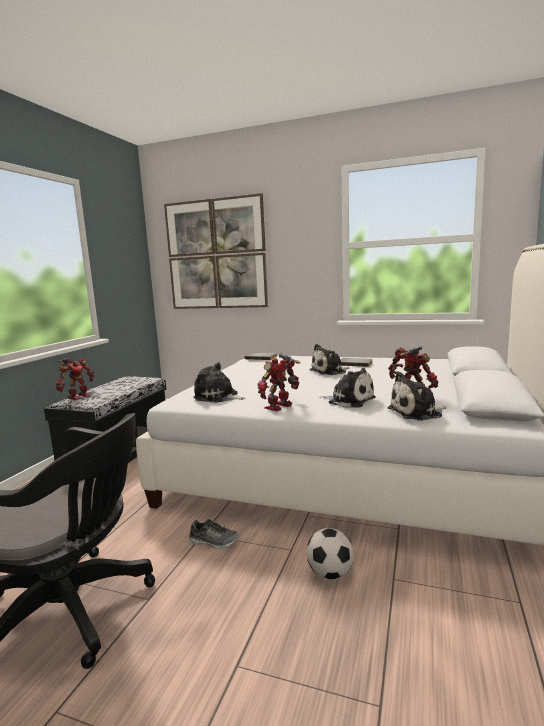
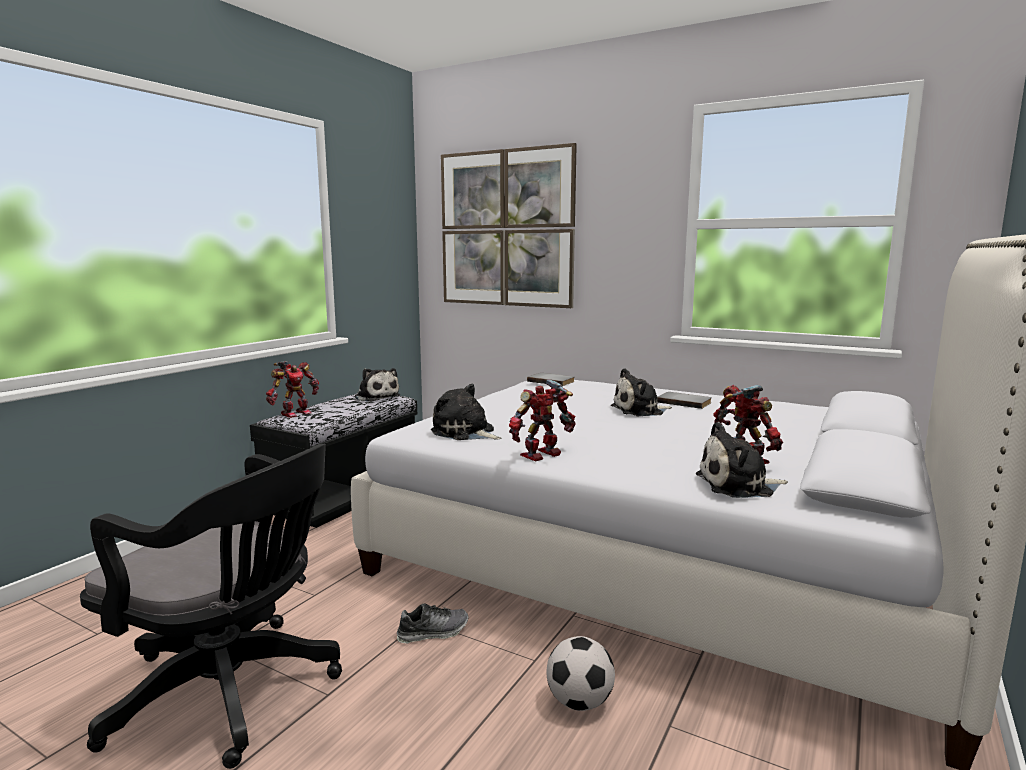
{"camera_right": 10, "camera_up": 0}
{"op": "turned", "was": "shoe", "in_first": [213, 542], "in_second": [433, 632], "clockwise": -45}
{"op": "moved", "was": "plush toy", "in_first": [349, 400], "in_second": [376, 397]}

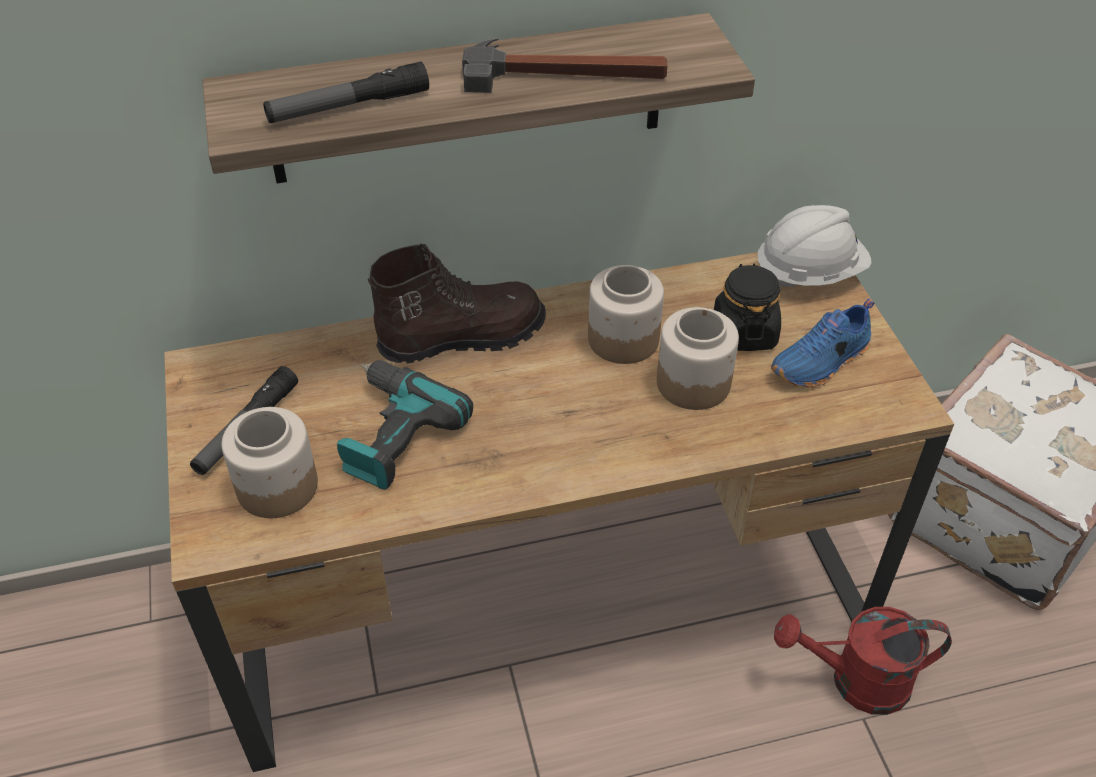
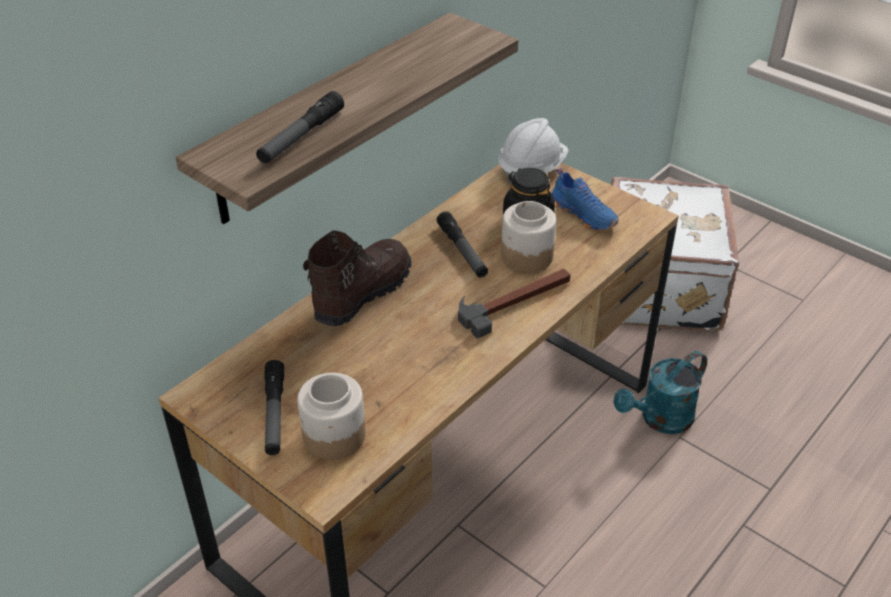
{"camera_right": -35, "camera_up": -5}
{"op": "removed", "was": "power drill", "in_first": [391, 434]}
{"op": "moved", "was": "hammer", "in_first": [564, 74], "in_second": [515, 301]}
{"op": "replaced", "was": "jar", "now": "flashlight", "in_first": [622, 339], "in_second": [462, 251]}
{"op": "turned", "was": "shoe (blue)", "in_first": [821, 363], "in_second": [584, 214], "clockwise": -60}
{"op": "recoloured", "was": "watering can (red)", "now": "watering can (turquoise)", "in_first": [856, 681], "in_second": [660, 419]}

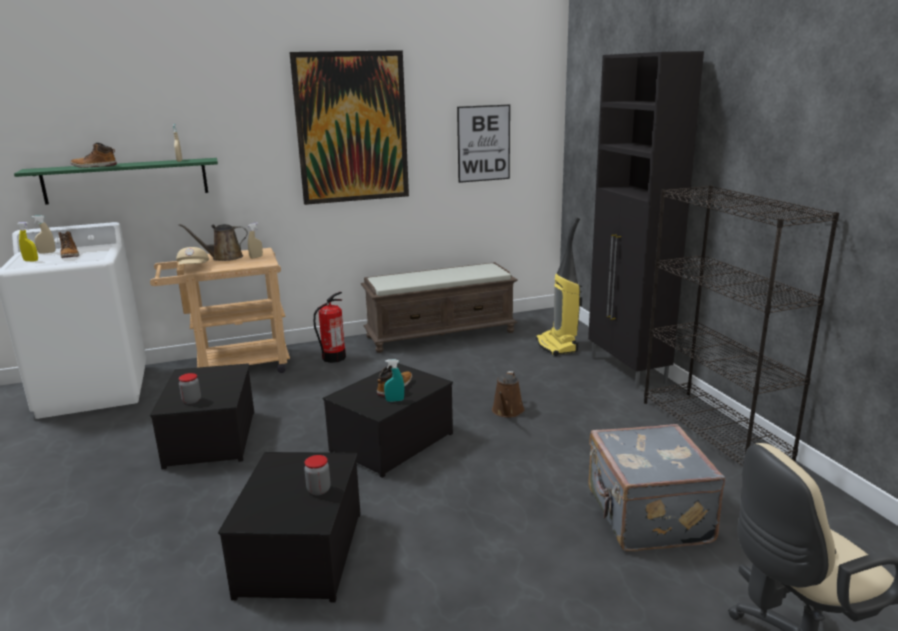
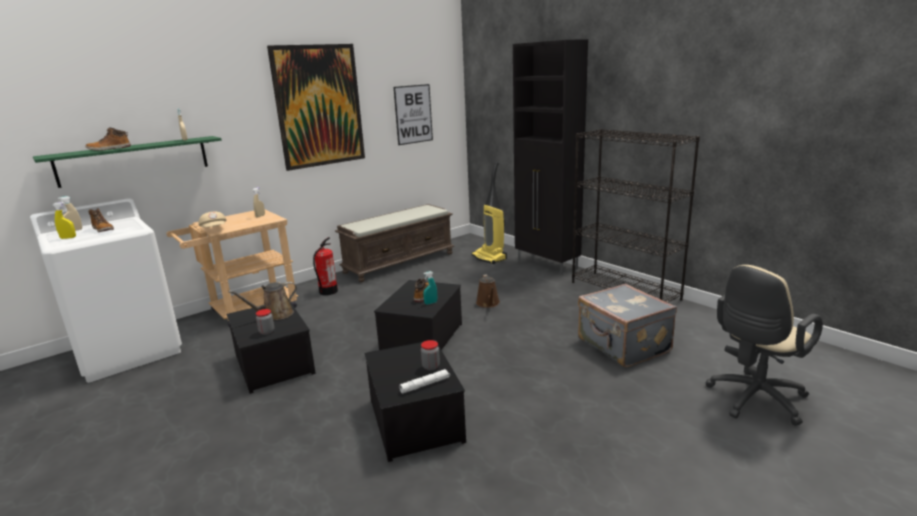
{"camera_right": -20, "camera_up": 0}
{"op": "moved", "was": "watering can (brown)", "in_first": [224, 258], "in_second": [275, 315]}
{"op": "added", "now": "flashlight (white)", "in_second": [425, 385]}

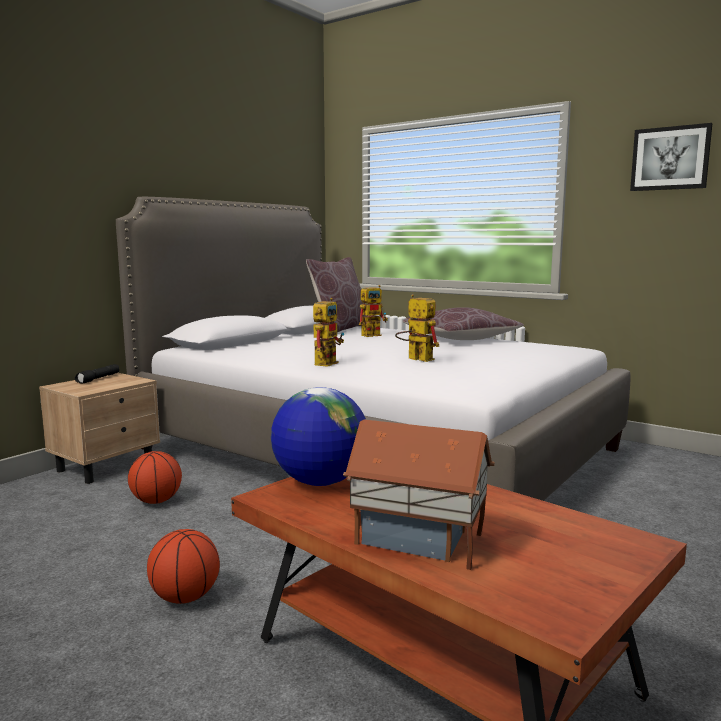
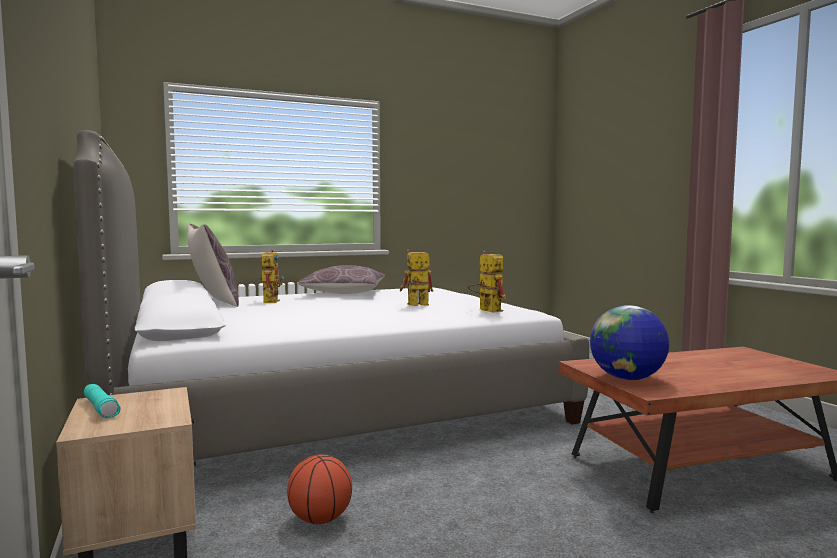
{"camera_right": -60, "camera_up": -5}
{"op": "recoloured", "was": "flashlight (black)", "now": "flashlight (turquoise)", "in_first": [98, 379], "in_second": [101, 408]}
{"op": "removed", "was": "basketball", "in_first": [185, 598]}
{"op": "moved", "was": "toy robot", "in_first": [327, 362], "in_second": [486, 310]}
{"op": "removed", "was": "toy house", "in_first": [419, 542]}
{"op": "removed", "was": "picture", "in_first": [670, 158]}

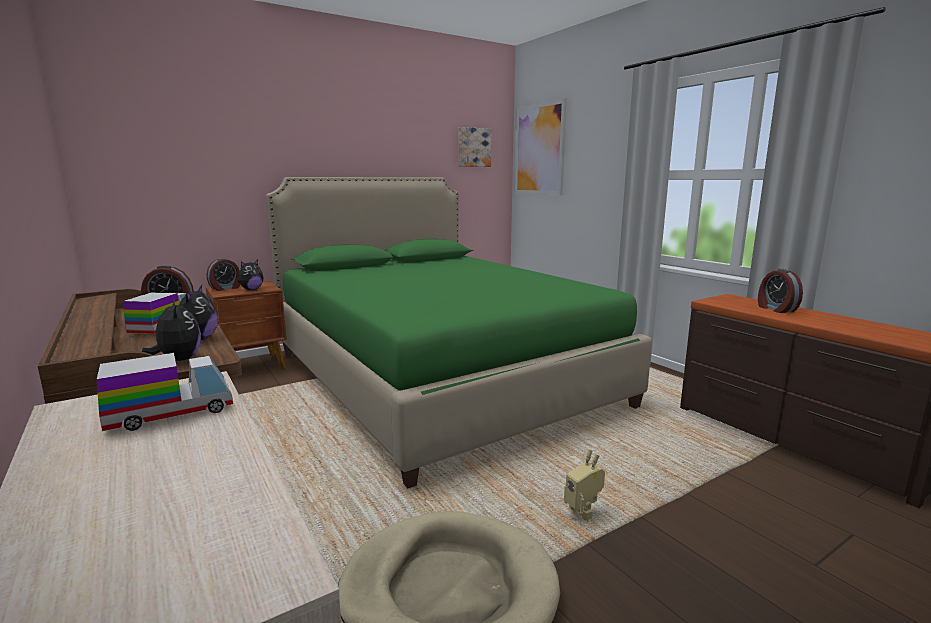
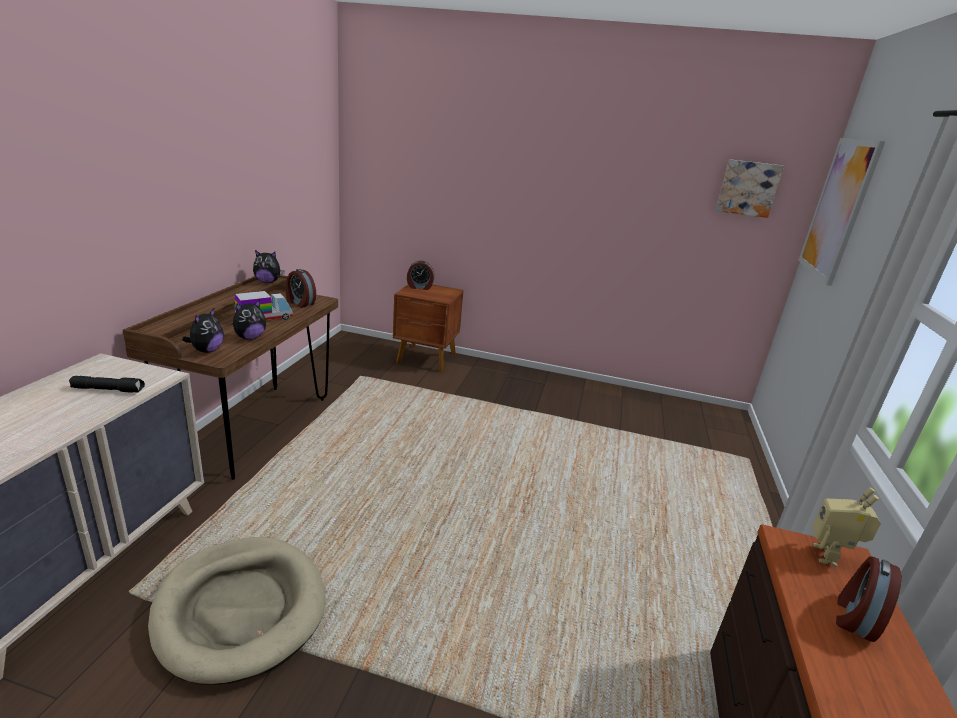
{"camera_right": 45, "camera_up": 10}
{"op": "replaced", "was": "toy truck", "now": "flashlight (black)", "in_first": [171, 413], "in_second": [109, 389]}
{"op": "moved", "was": "plush toy", "in_first": [251, 289], "in_second": [268, 282]}
{"op": "removed", "was": "bed (green)", "in_first": [438, 377]}
{"op": "moved", "was": "toy robot", "in_first": [583, 515], "in_second": [830, 556]}

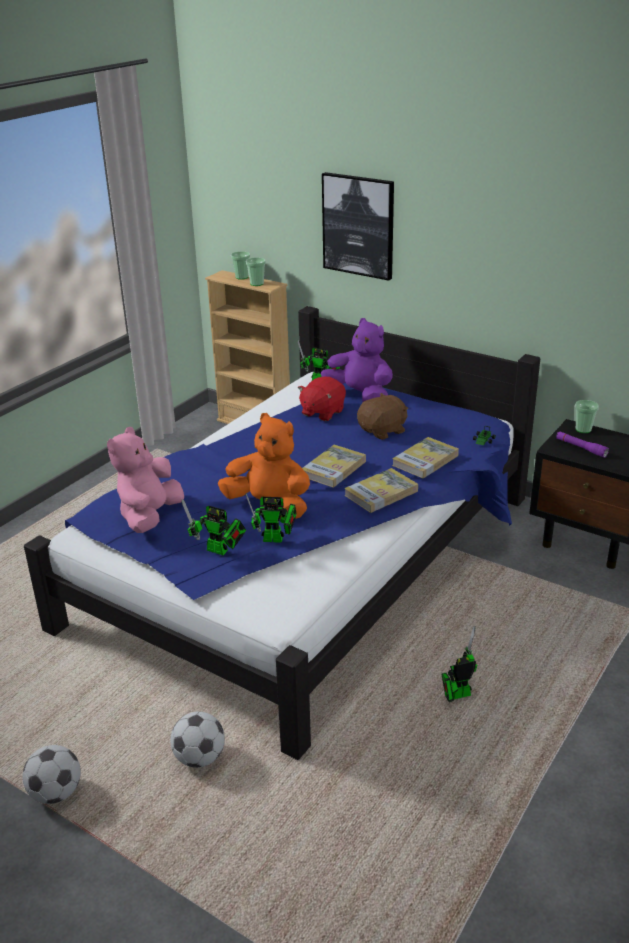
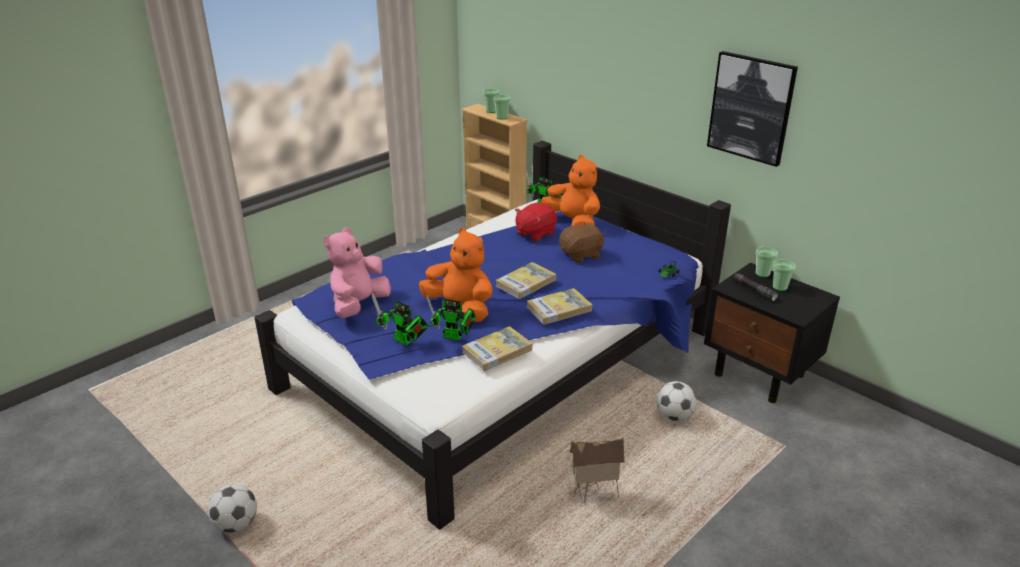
{"camera_right": 10, "camera_up": 0}
{"op": "moved", "was": "football", "in_first": [199, 758], "in_second": [674, 416]}
{"op": "recoloured", "was": "plush toy (purple)", "now": "plush toy (orange)", "in_first": [360, 396], "in_second": [573, 223]}
{"op": "moved", "was": "picture", "in_first": [358, 225], "in_second": [751, 108]}
{"op": "moved", "was": "book", "in_first": [425, 460], "in_second": [497, 351]}
{"op": "replaced", "was": "toy robot", "now": "toy house", "in_first": [457, 696], "in_second": [594, 496]}
{"op": "recoloured", "was": "flashlight (purple)", "now": "flashlight (black)", "in_first": [581, 448], "in_second": [754, 290]}
{"op": "added", "now": "cup", "in_second": [779, 287]}

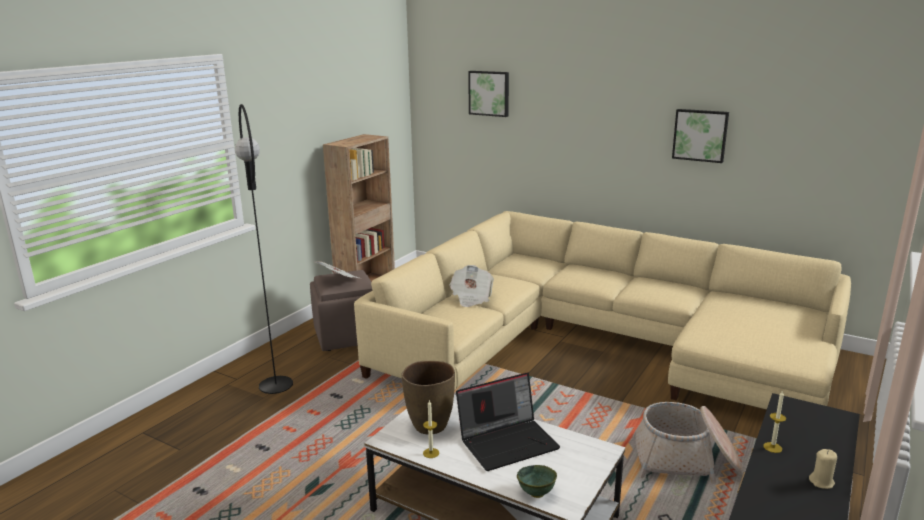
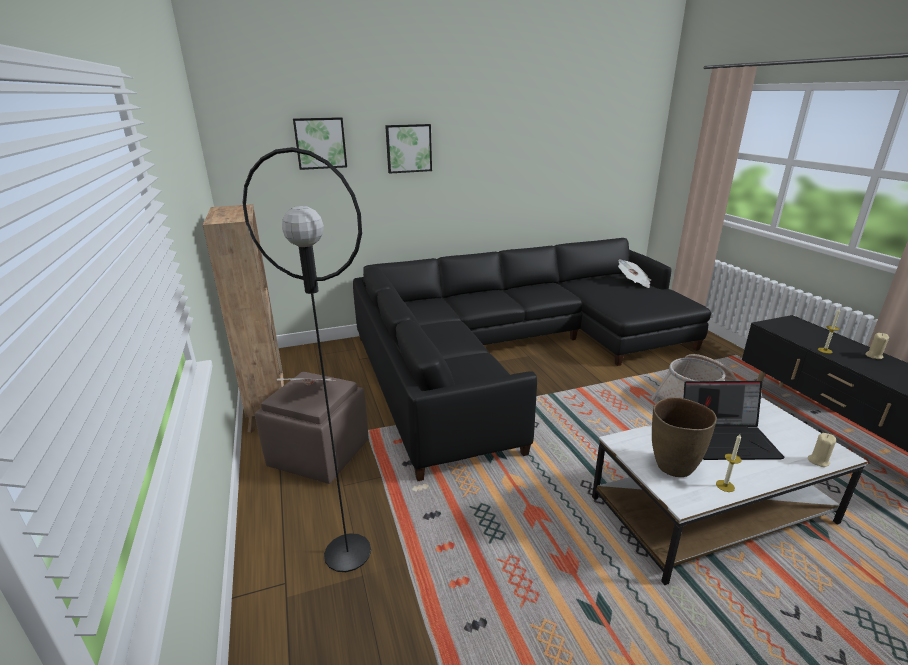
{"camera_right": -50, "camera_up": 5}
{"op": "recoloured", "was": "sofa (beige)", "now": "sofa (black)", "in_first": [598, 343], "in_second": [514, 352]}
{"op": "moved", "was": "newspaper", "in_first": [471, 298], "in_second": [633, 282]}
{"op": "turned", "was": "laptop", "in_first": [508, 442], "in_second": [727, 439], "clockwise": 75}
{"op": "replaced", "was": "bowl (green)", "now": "candle (beige)", "in_first": [535, 493], "in_second": [818, 461]}
{"op": "moved", "was": "picture", "in_first": [700, 135], "in_second": [408, 148]}

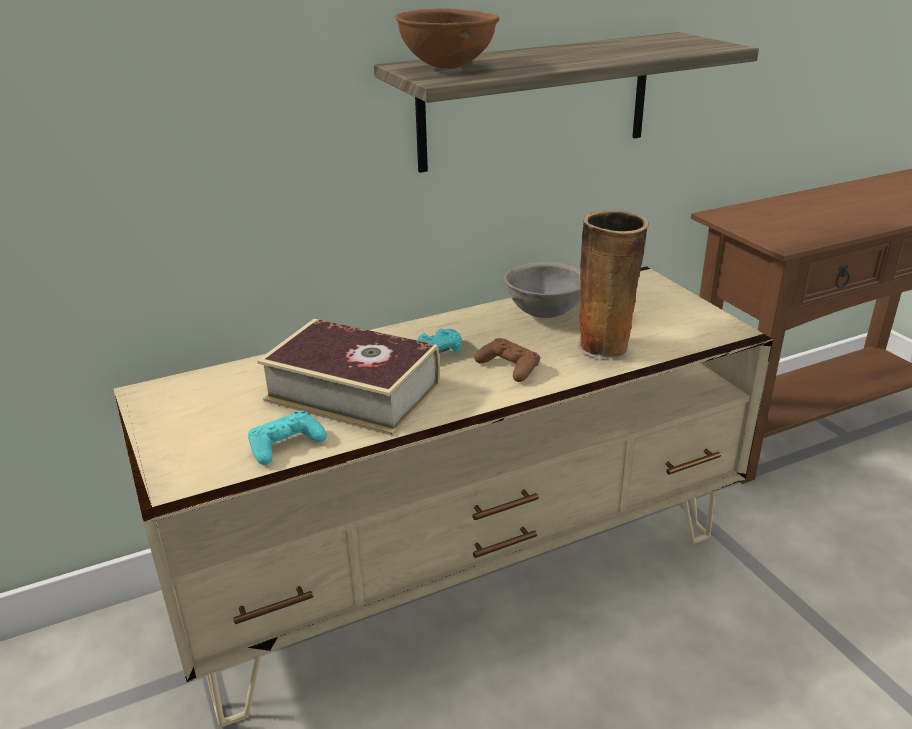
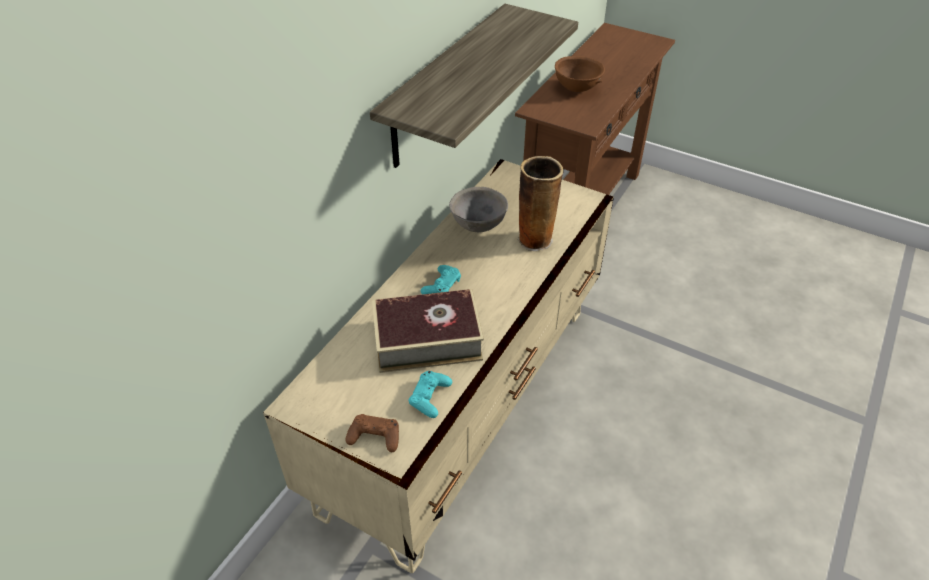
{"camera_right": -35, "camera_up": 15}
{"op": "moved", "was": "bowl (brown)", "in_first": [449, 67], "in_second": [577, 88]}
{"op": "moved", "was": "game controller (brown)", "in_first": [509, 366], "in_second": [375, 436]}

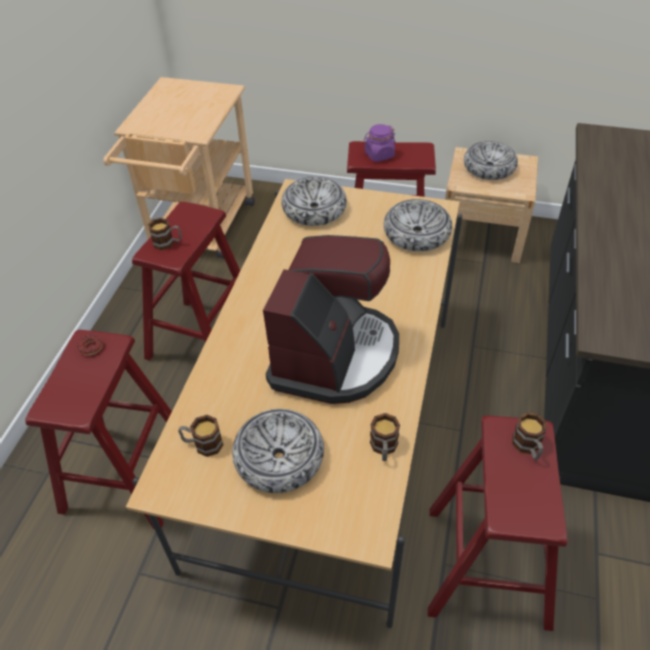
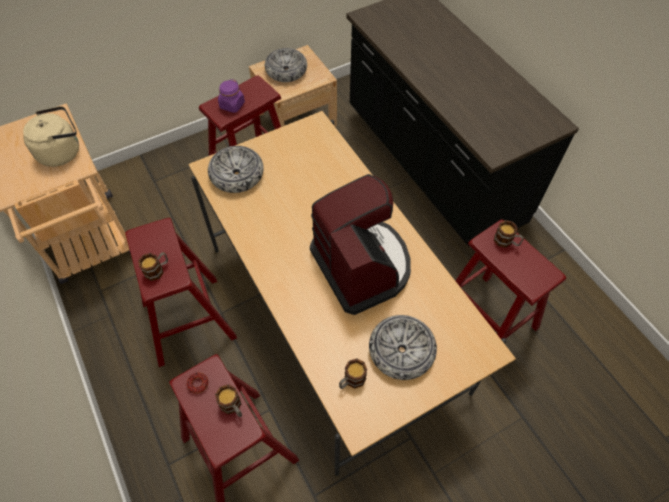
{"camera_right": -45, "camera_up": 10}
{"op": "moved", "was": "mug", "in_first": [384, 448], "in_second": [233, 407]}
{"op": "removed", "was": "bowl", "in_first": [416, 233]}
{"op": "added", "now": "kettle (beige)", "in_second": [62, 151]}

